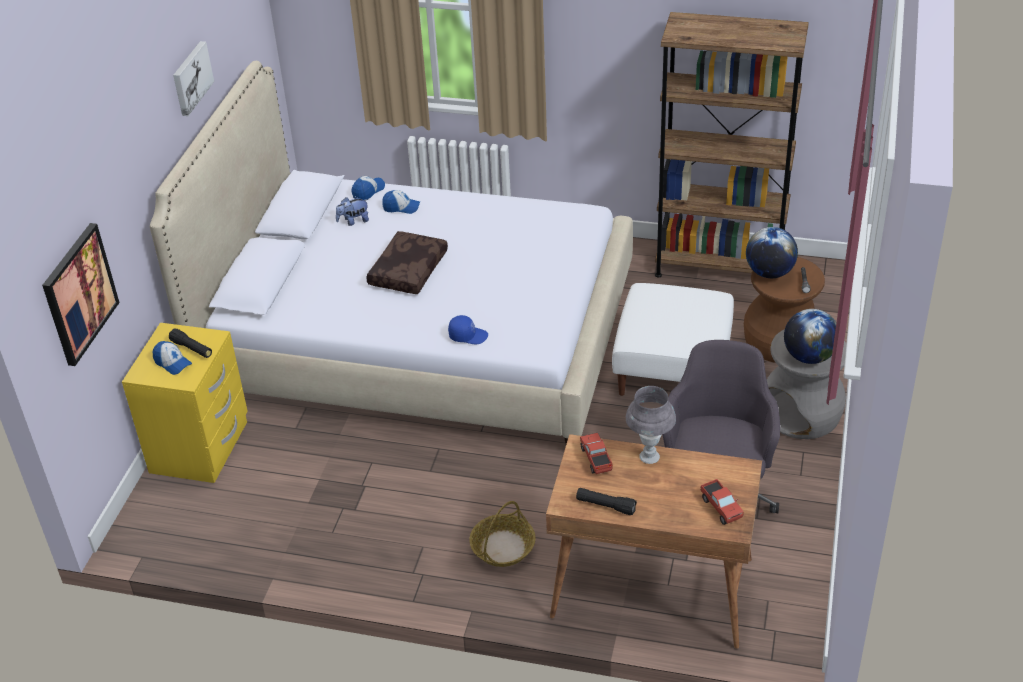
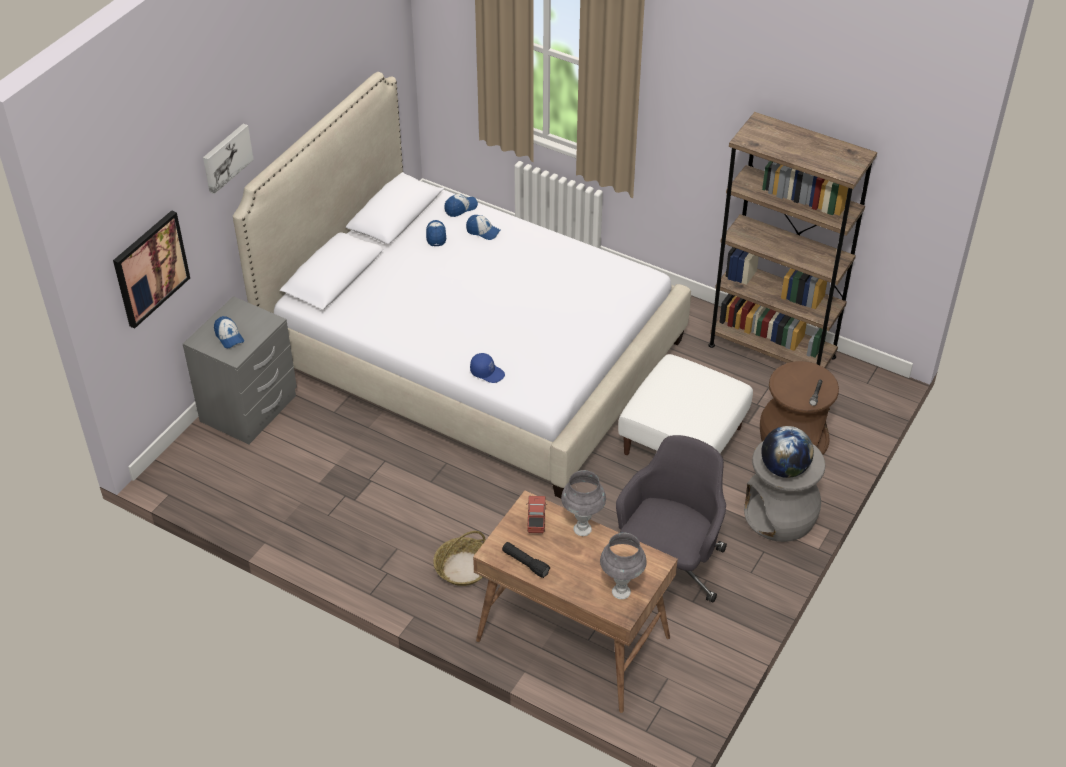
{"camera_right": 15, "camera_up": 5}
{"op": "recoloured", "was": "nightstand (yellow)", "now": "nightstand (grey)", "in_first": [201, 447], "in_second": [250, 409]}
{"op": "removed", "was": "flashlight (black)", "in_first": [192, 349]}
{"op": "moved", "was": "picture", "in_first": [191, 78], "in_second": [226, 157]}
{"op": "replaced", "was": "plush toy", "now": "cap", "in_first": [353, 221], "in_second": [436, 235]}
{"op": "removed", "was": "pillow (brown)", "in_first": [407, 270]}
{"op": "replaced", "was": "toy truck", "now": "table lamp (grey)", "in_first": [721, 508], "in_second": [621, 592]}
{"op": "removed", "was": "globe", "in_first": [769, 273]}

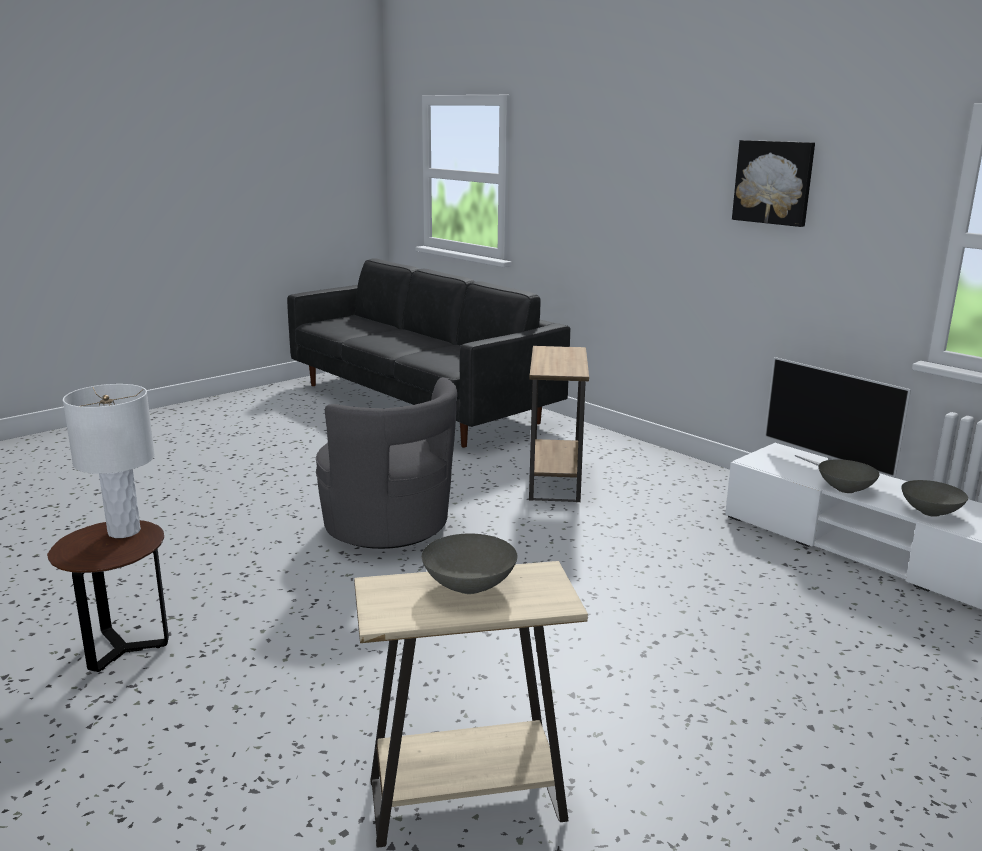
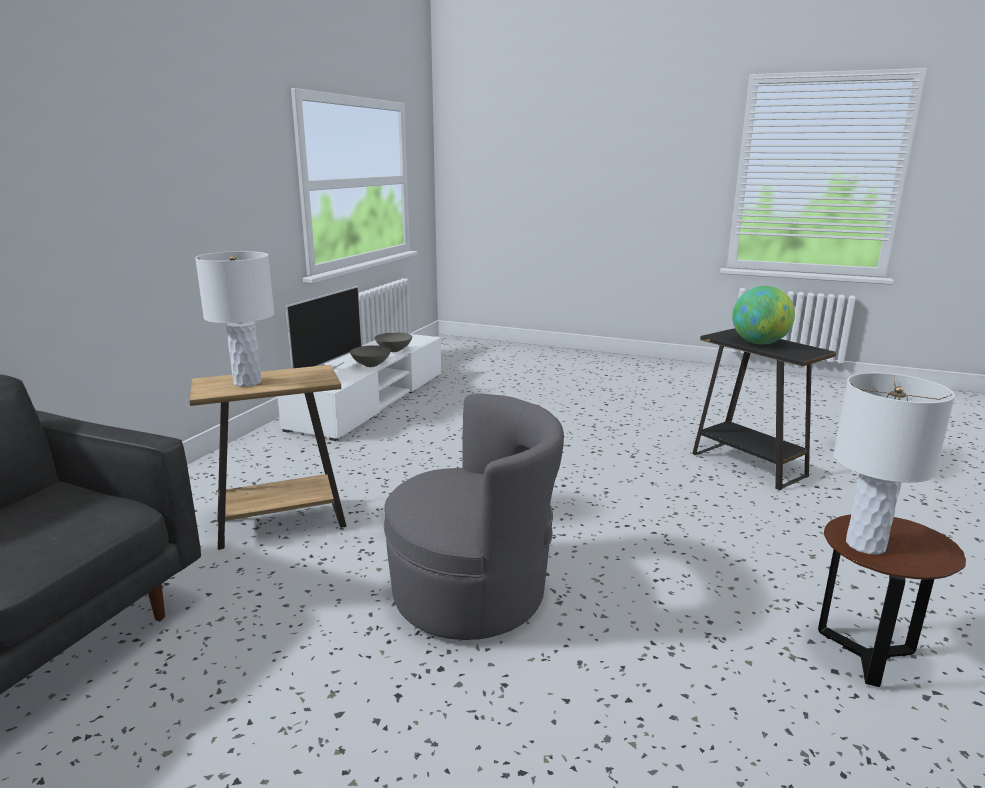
{"camera_right": -115, "camera_up": 0}
{"op": "turned", "was": "armchair (grey)", "in_first": [388, 526], "in_second": [473, 593], "clockwise": 60}
{"op": "recoloured", "was": "side table (beige)", "now": "side table (black)", "in_first": [466, 800], "in_second": [748, 465]}
{"op": "replaced", "was": "bowl (grey)", "now": "globe", "in_first": [470, 587], "in_second": [759, 343]}
{"op": "removed", "was": "picture", "in_first": [774, 182]}
{"op": "added", "now": "table lamp (white)", "in_second": [247, 382]}

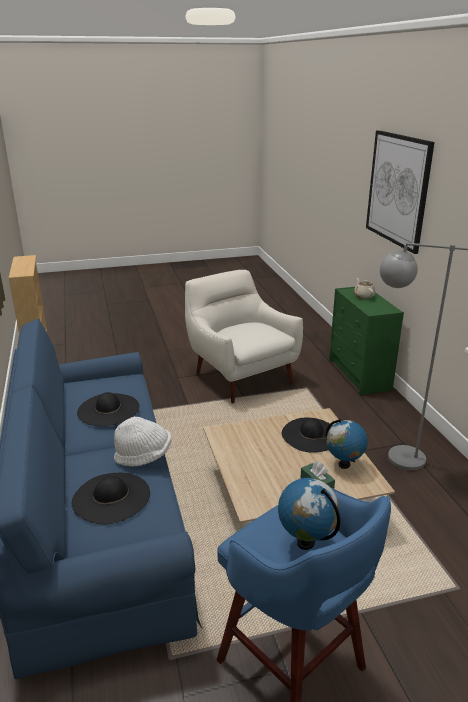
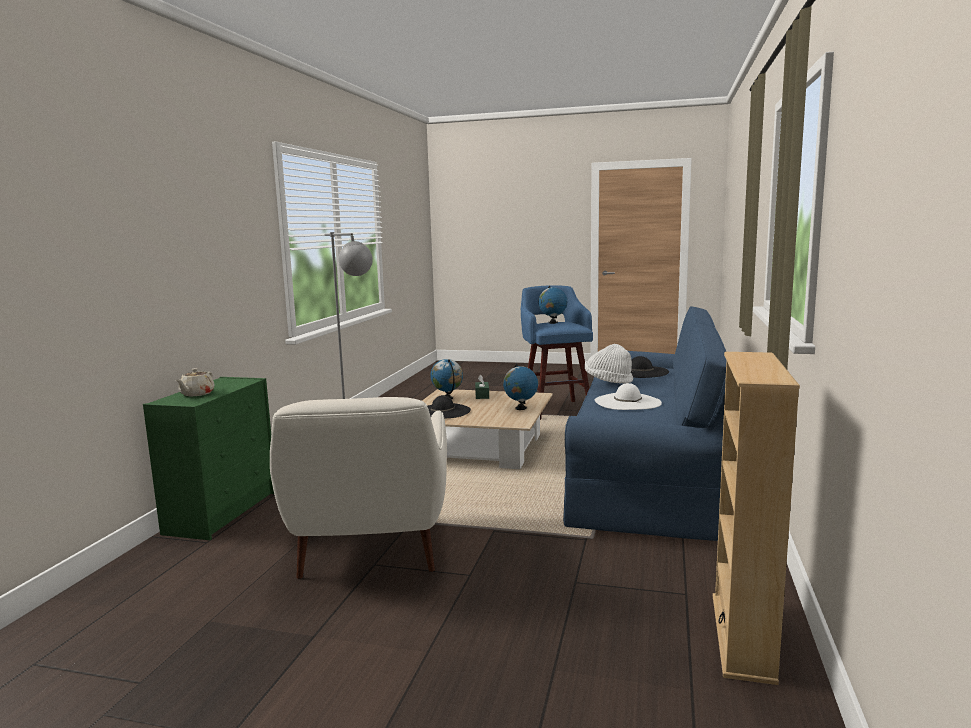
{"camera_right": -150, "camera_up": -15}
{"op": "recoloured", "was": "hat (black)", "now": "hat (white)", "in_first": [108, 409], "in_second": [627, 402]}
{"op": "removed", "was": "picture", "in_first": [398, 189]}
{"op": "added", "now": "globe", "in_second": [520, 408]}

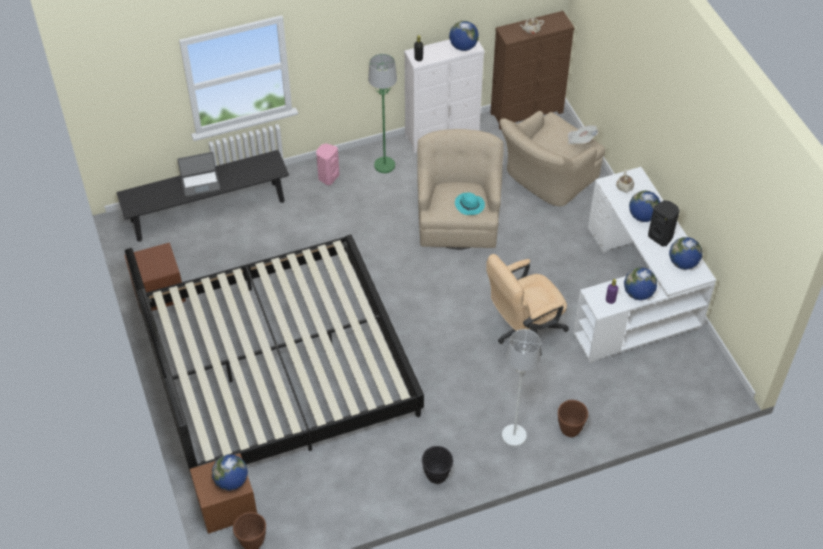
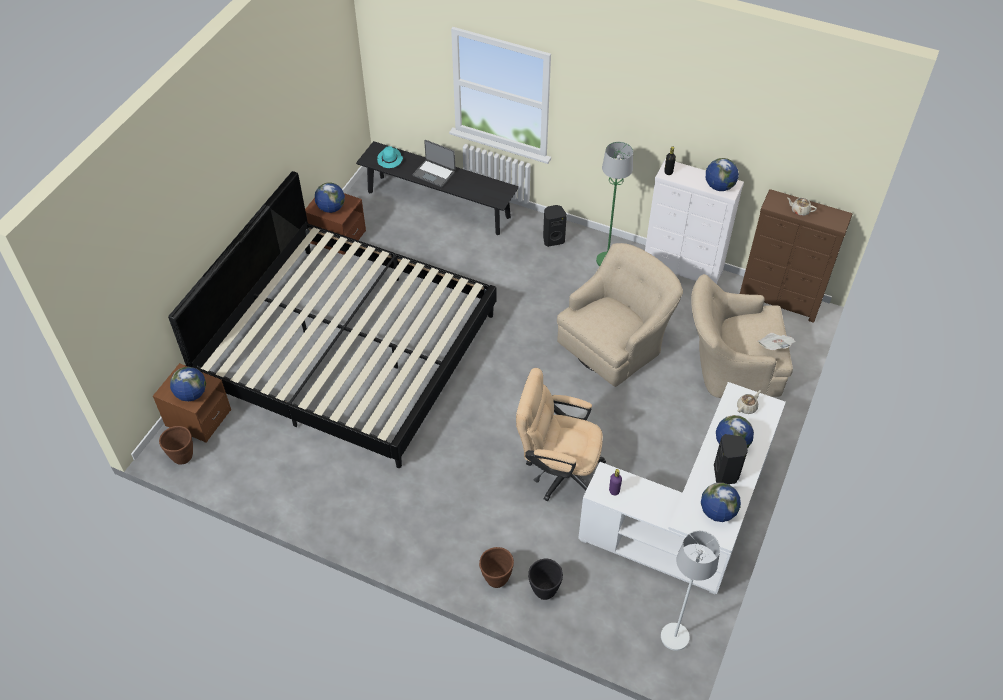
{"camera_right": 45, "camera_up": 0}
{"op": "recoloured", "was": "speaker (pink)", "now": "speaker (black)", "in_first": [328, 177], "in_second": [553, 239]}
{"op": "moved", "was": "planter (black)", "in_first": [437, 476], "in_second": [544, 591]}
{"op": "moved", "was": "hat (turquoise)", "in_first": [470, 205], "in_second": [390, 160]}
{"op": "moved", "was": "floor lamp (white)", "in_first": [514, 436], "in_second": [674, 637]}
{"op": "moved", "was": "globe", "in_first": [638, 294], "in_second": [331, 208]}

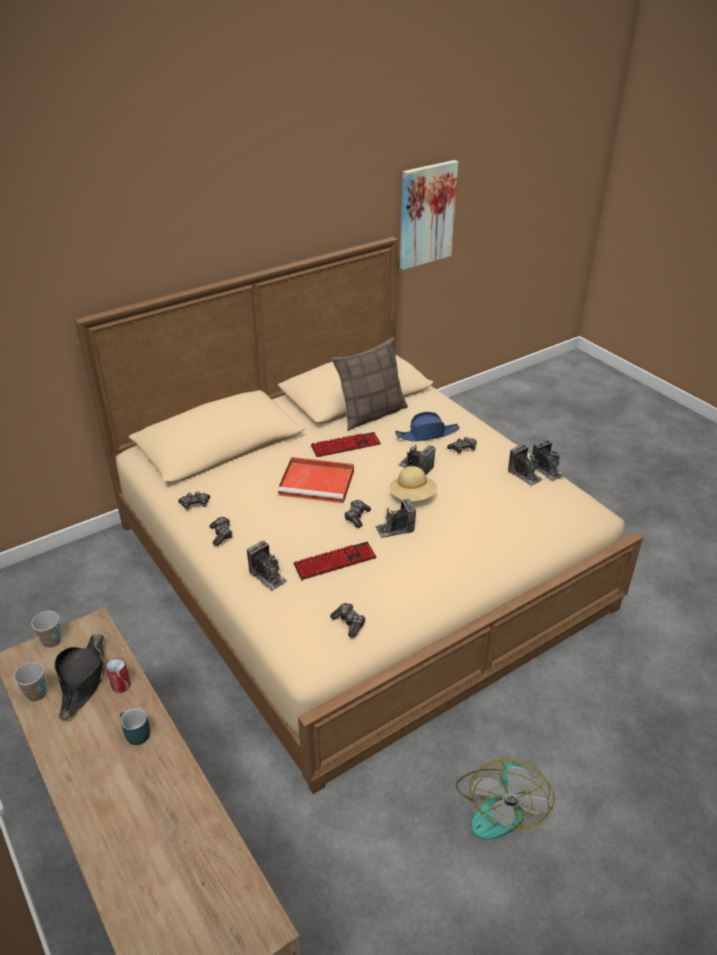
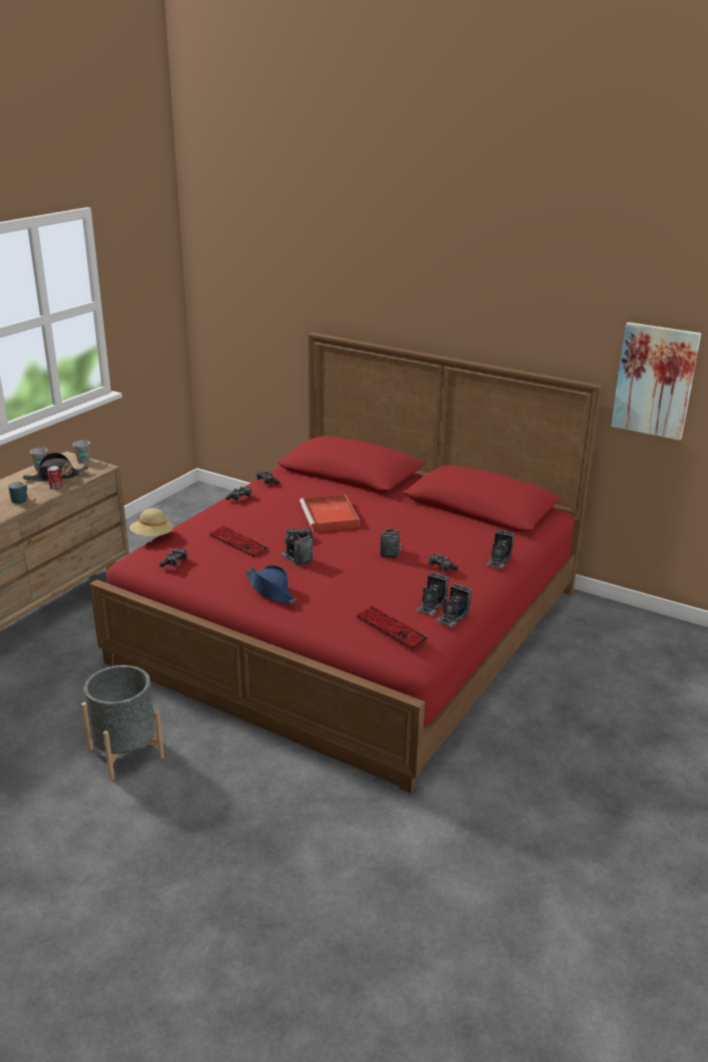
{"camera_right": 65, "camera_up": -10}
{"op": "recoloured", "was": "bed (beige)", "now": "bed (red)", "in_first": [357, 564], "in_second": [353, 623]}
{"op": "moved", "was": "photo camera", "in_first": [268, 576], "in_second": [499, 560]}
{"op": "moved", "was": "keyboard", "in_first": [345, 445], "in_second": [391, 629]}
{"op": "removed", "was": "pillow", "in_first": [371, 413]}
{"op": "moved", "was": "hat (beige)", "in_first": [413, 497], "in_second": [152, 537]}
{"op": "moved", "was": "hat (blue)", "in_first": [427, 434], "in_second": [271, 590]}
{"op": "replaced", "was": "fan", "now": "planter (grey)", "in_first": [498, 805], "in_second": [126, 753]}

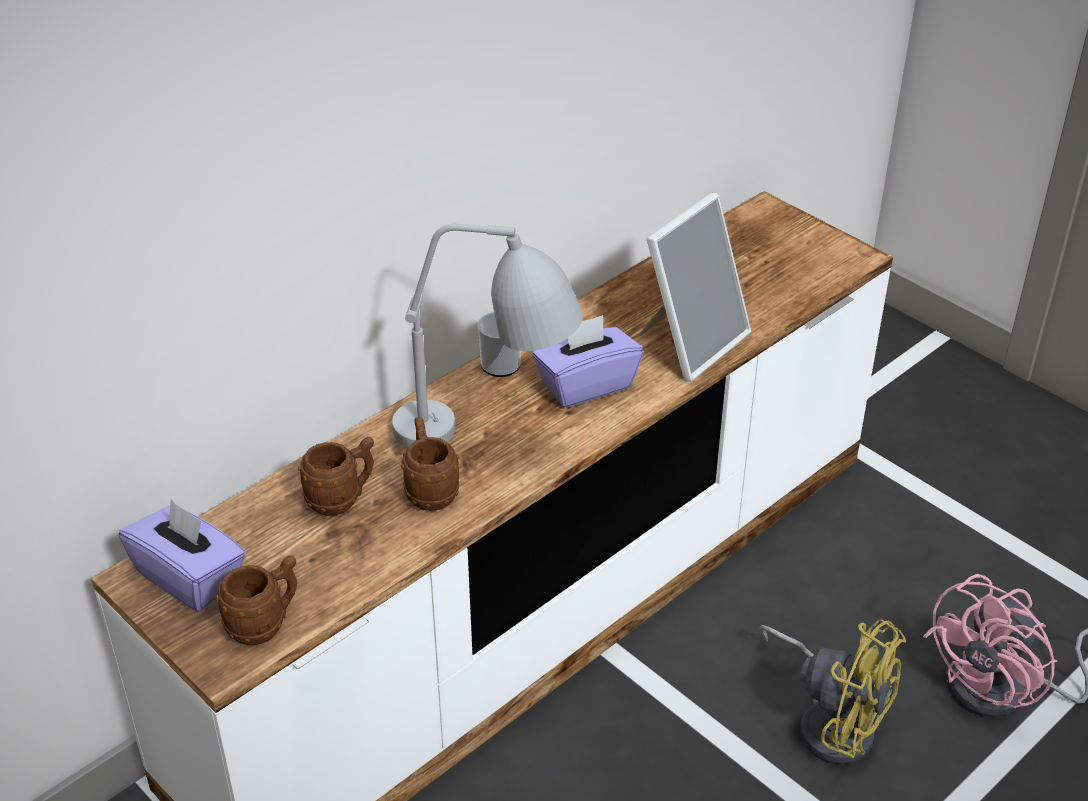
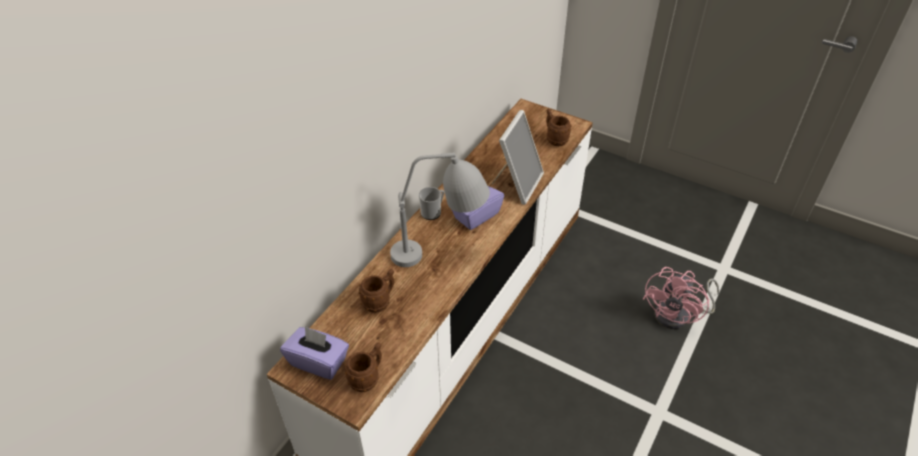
{"camera_right": -15, "camera_up": 5}
{"op": "moved", "was": "mug (brown)", "in_first": [430, 490], "in_second": [554, 139]}
{"op": "removed", "was": "fan (yellow)", "in_first": [831, 721]}

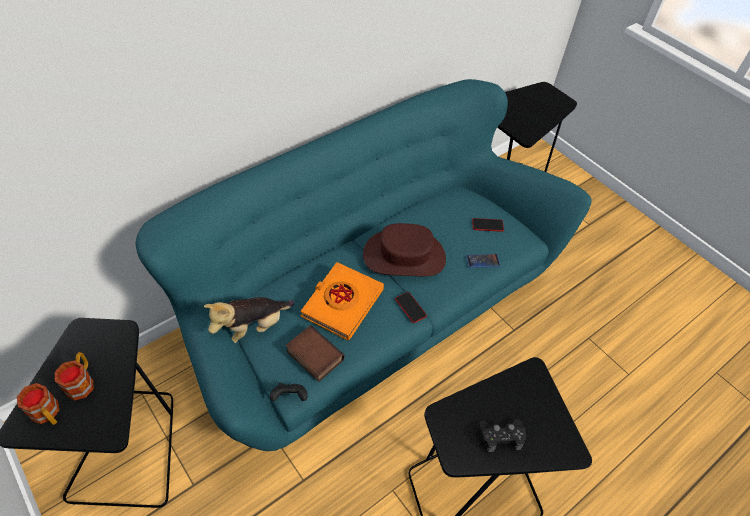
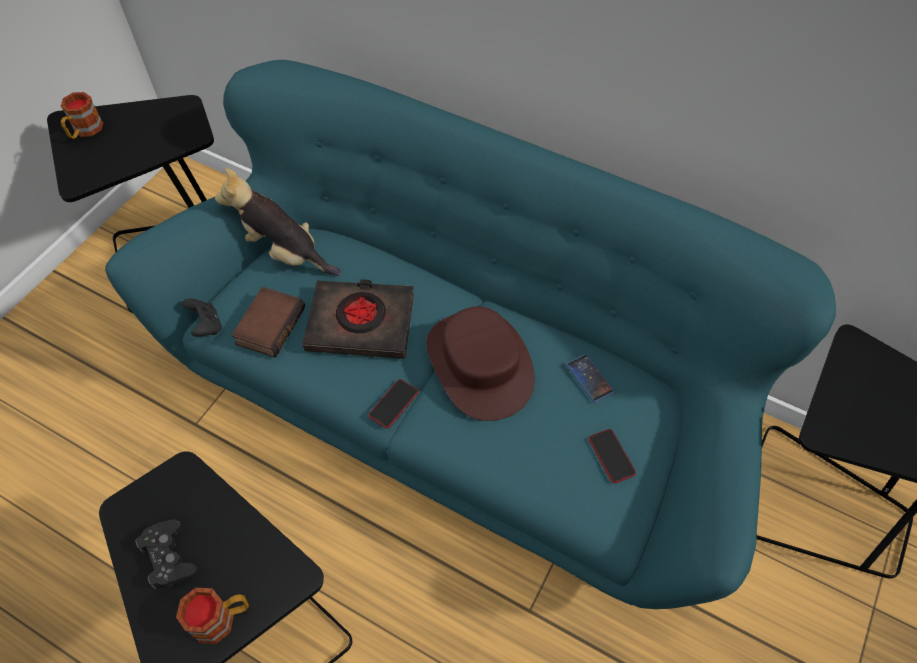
{"camera_right": 70, "camera_up": 5}
{"op": "moved", "was": "mug", "in_first": [82, 382], "in_second": [222, 618]}
{"op": "recoloured", "was": "book (orange)", "now": "book (black)", "in_first": [342, 303], "in_second": [361, 323]}
{"op": "moved", "was": "phone", "in_first": [482, 261], "in_second": [590, 378]}

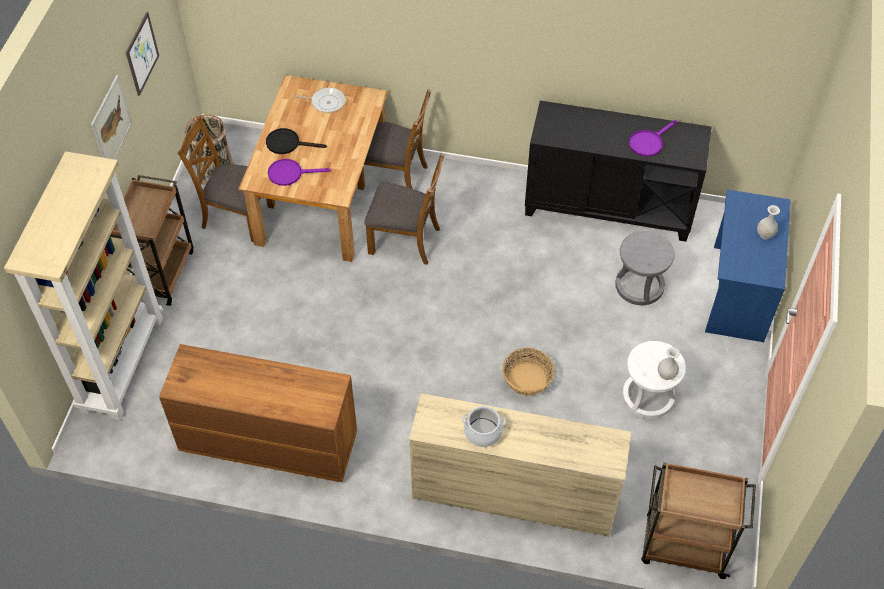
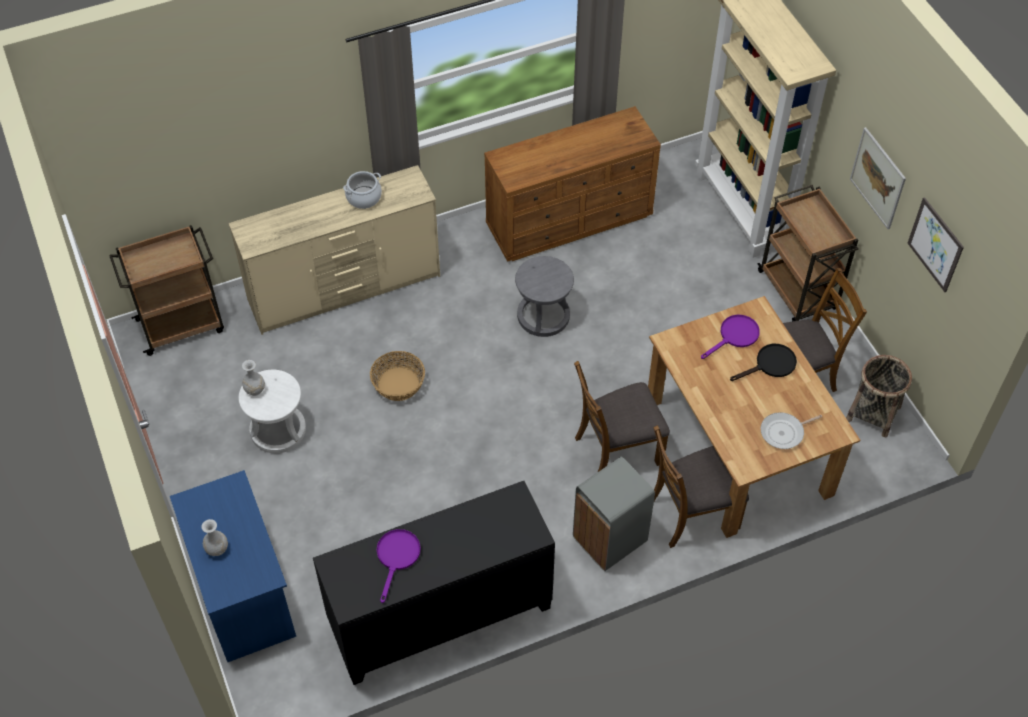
{"camera_right": 145, "camera_up": 0}
{"op": "moved", "was": "stool (grey)", "in_first": [639, 285], "in_second": [543, 316]}
{"op": "added", "now": "trash can (grey)", "in_second": [610, 540]}

